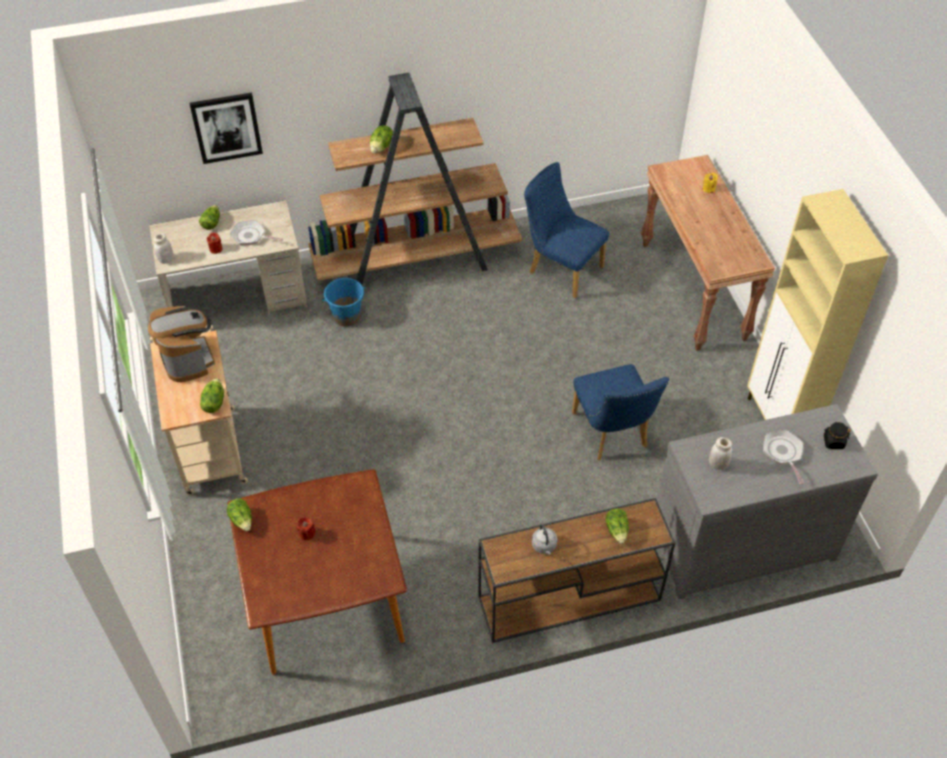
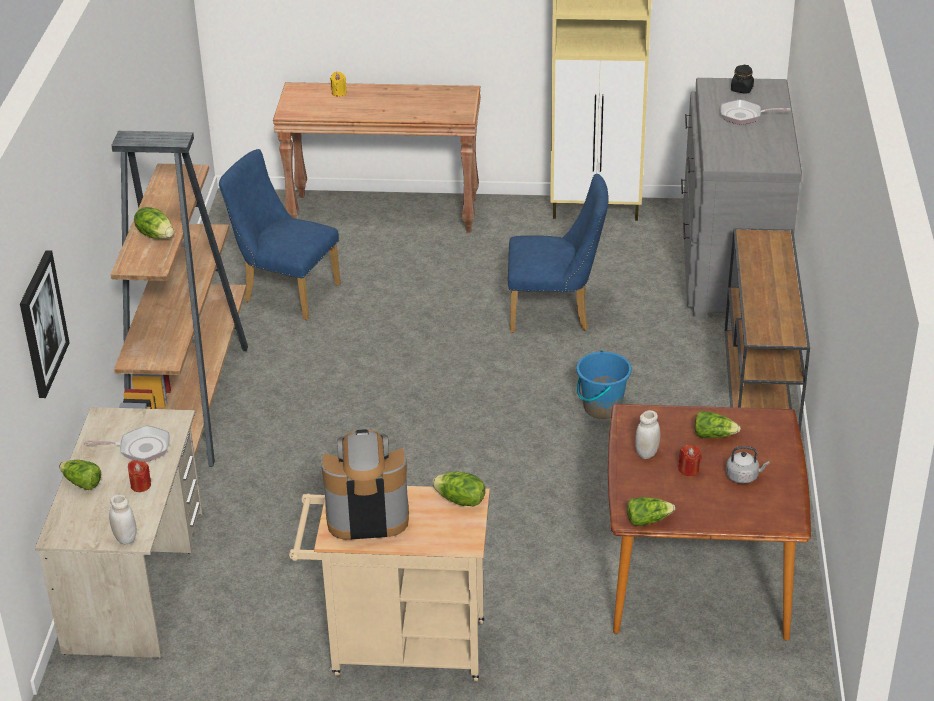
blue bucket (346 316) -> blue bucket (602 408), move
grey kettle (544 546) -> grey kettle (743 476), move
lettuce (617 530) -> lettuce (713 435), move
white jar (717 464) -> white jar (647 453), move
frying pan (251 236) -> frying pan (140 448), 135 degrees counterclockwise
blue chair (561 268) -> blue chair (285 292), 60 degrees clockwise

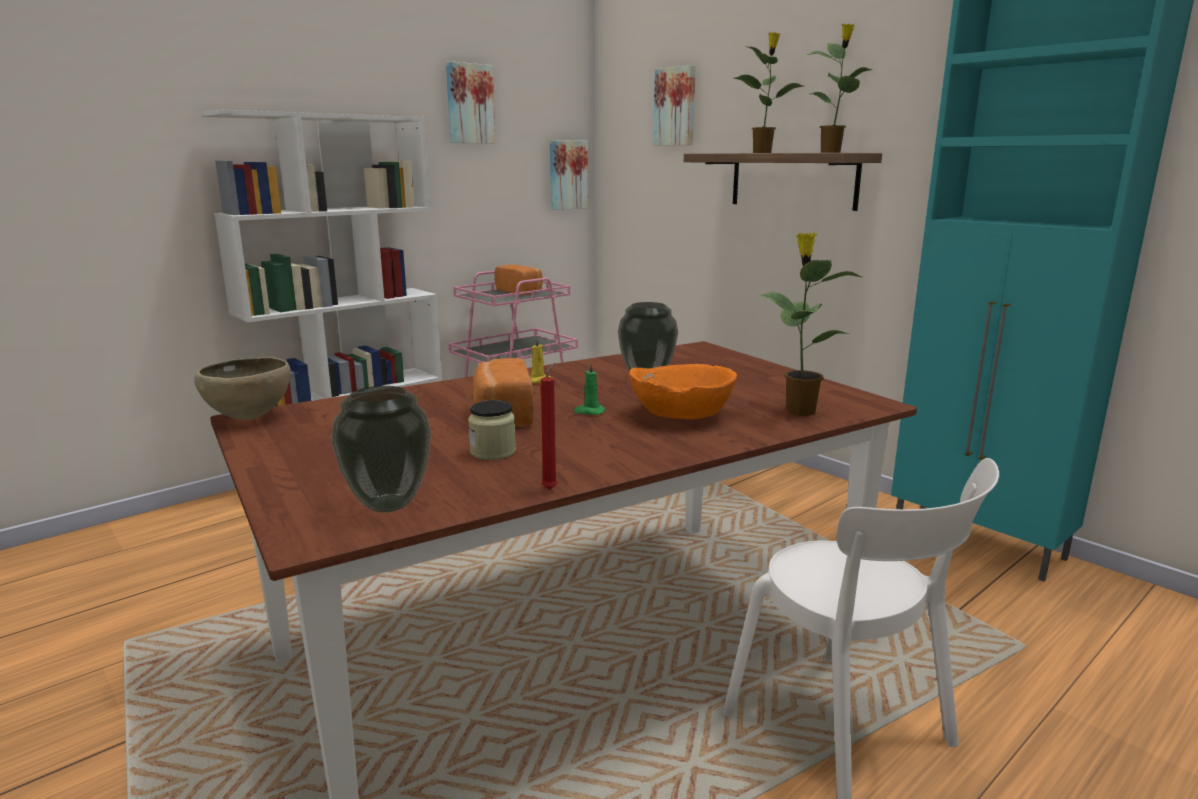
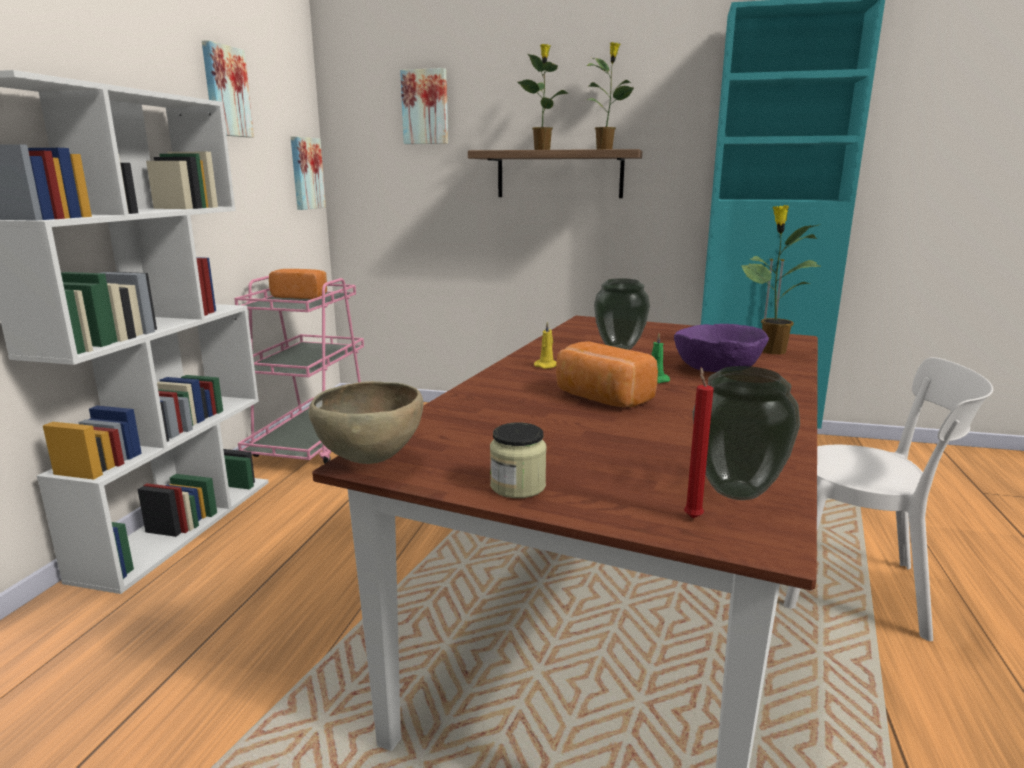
jar (493 452) -> jar (518 486), move
red candle (551 488) -> red candle (692 516), move
orange bowl (681 414) -> purple bowl (716 368)

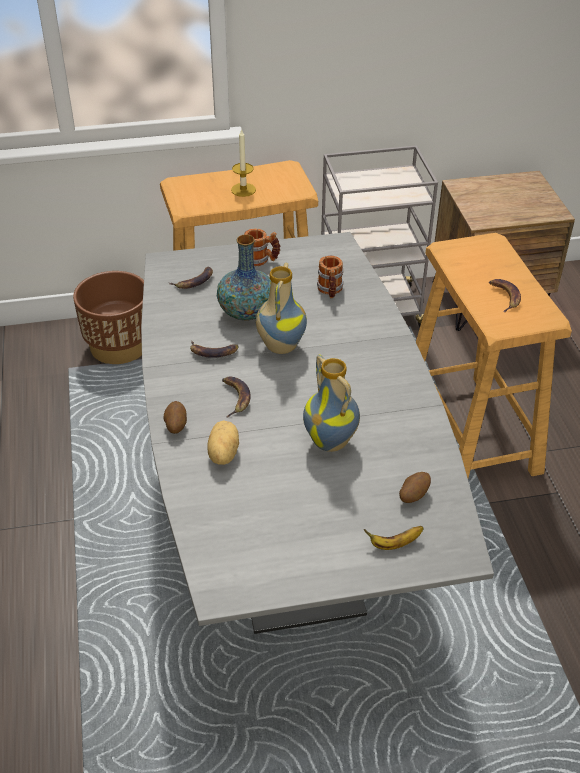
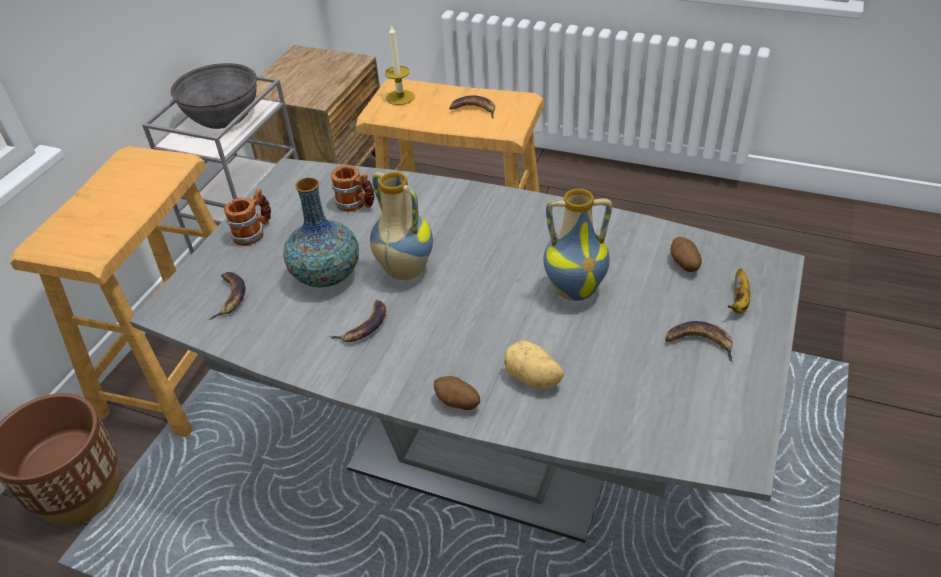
none -> grey bowl (224 117)
banana (235 397) -> banana (699 343), move
candle (243 190) -> candle (400 97), move

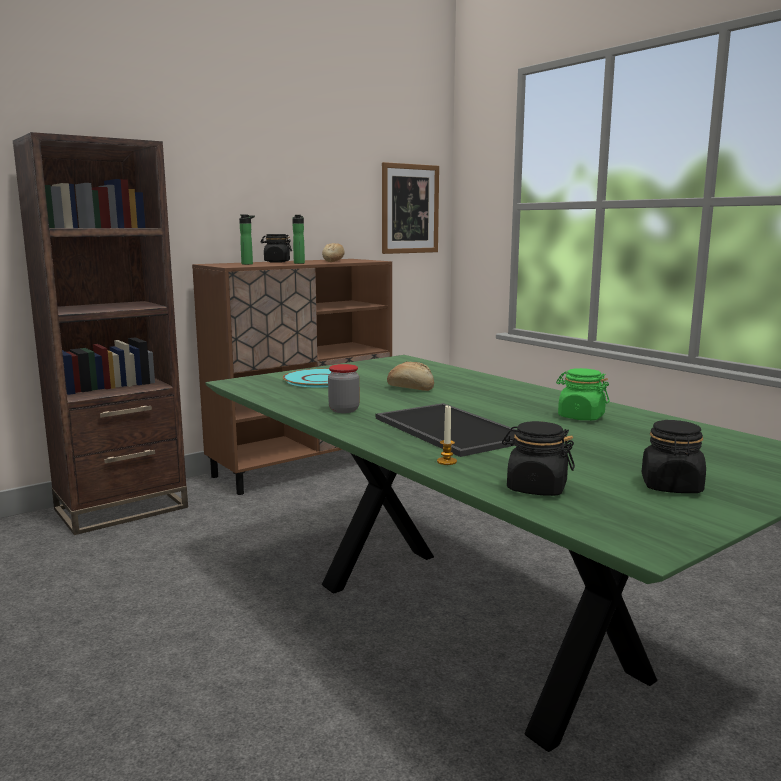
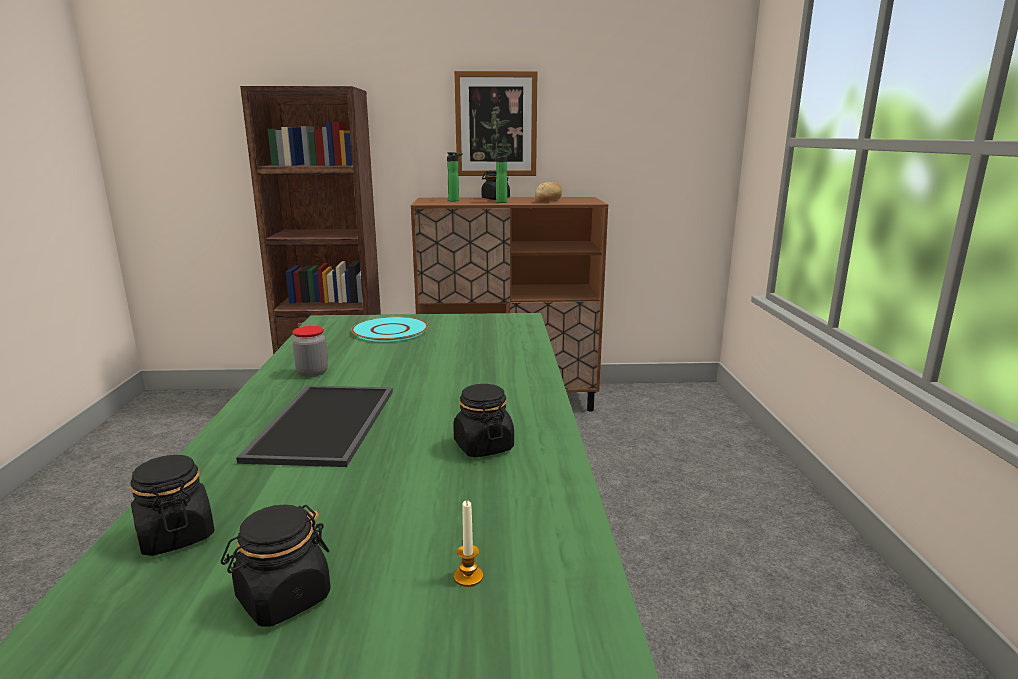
bread (410 388) -> none
picture (410 209) -> picture (496 124), move
candle (446 461) -> candle (468 576), move
green jar (580 417) -> black jar (483 446)

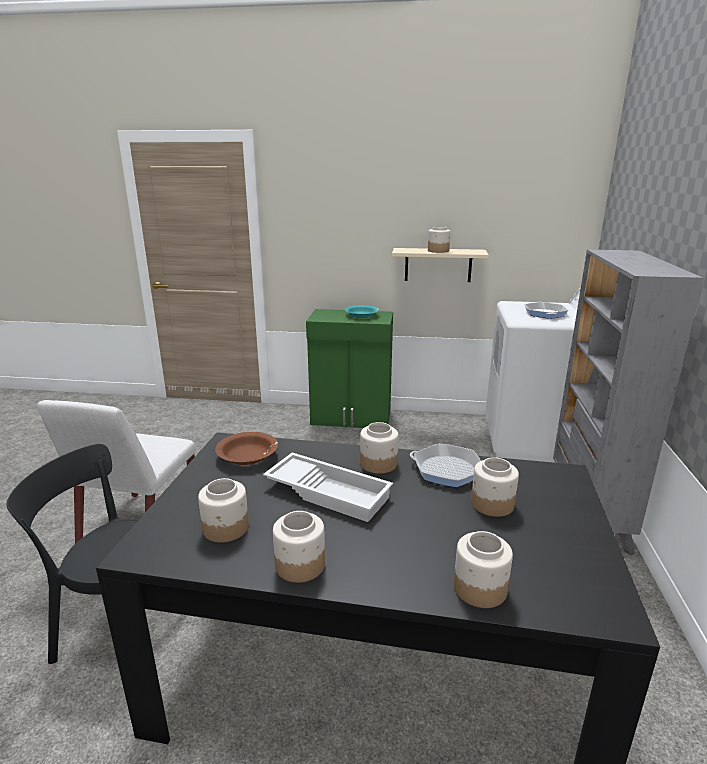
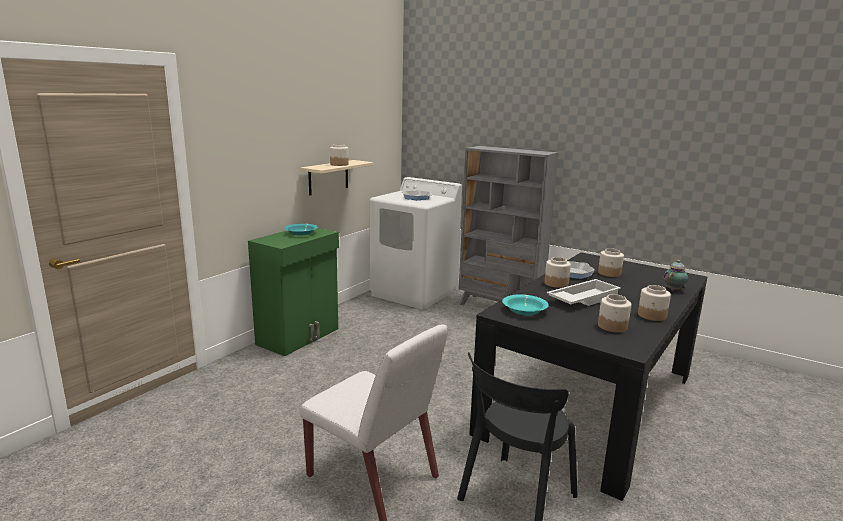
jar (479 588) -> teapot (674 290)
brown bowl (247 456) -> turquoise bowl (524 310)

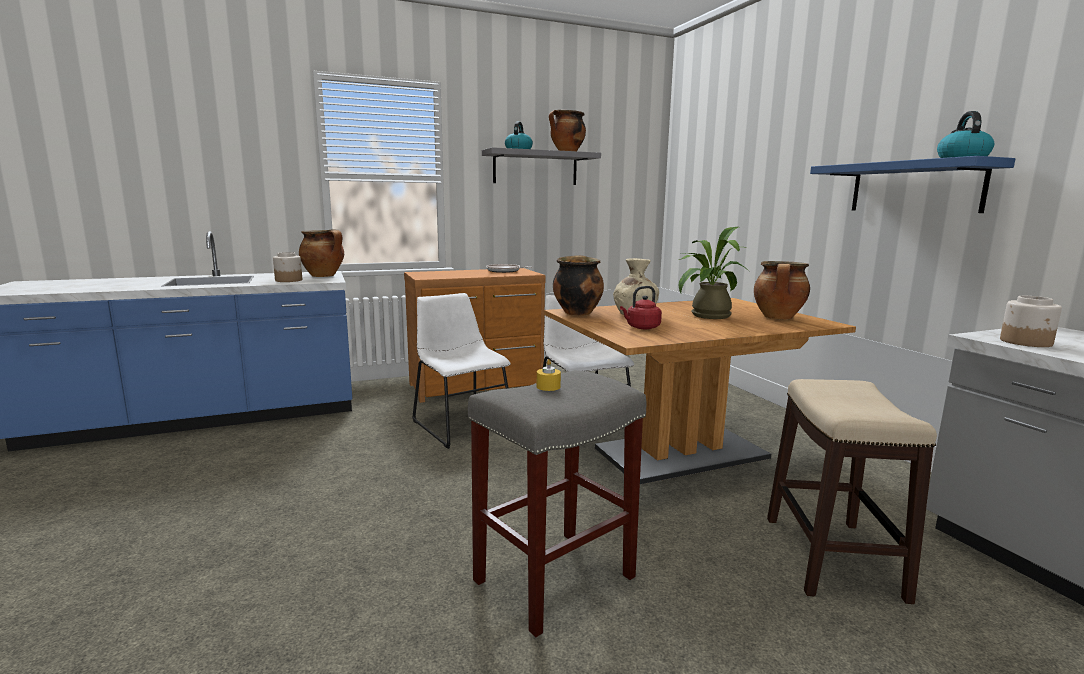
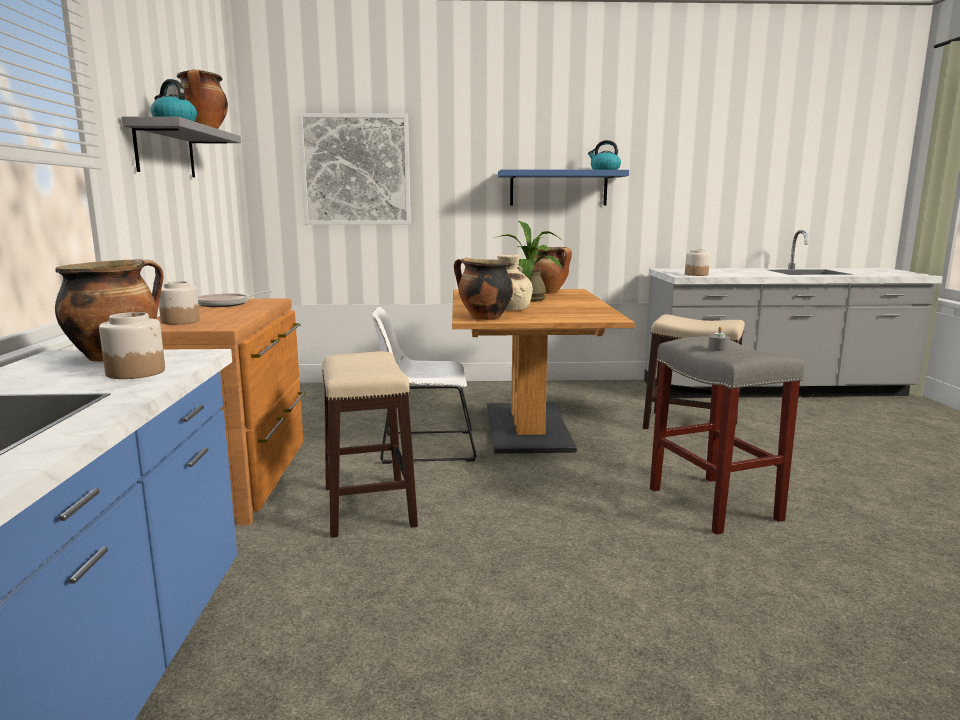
red kettle (641 327) -> none
none -> jar (180 321)
none -> picture (356 170)
white chair (461 424) -> stool (368 505)
yellow candle (548 387) -> grey candle (718 349)

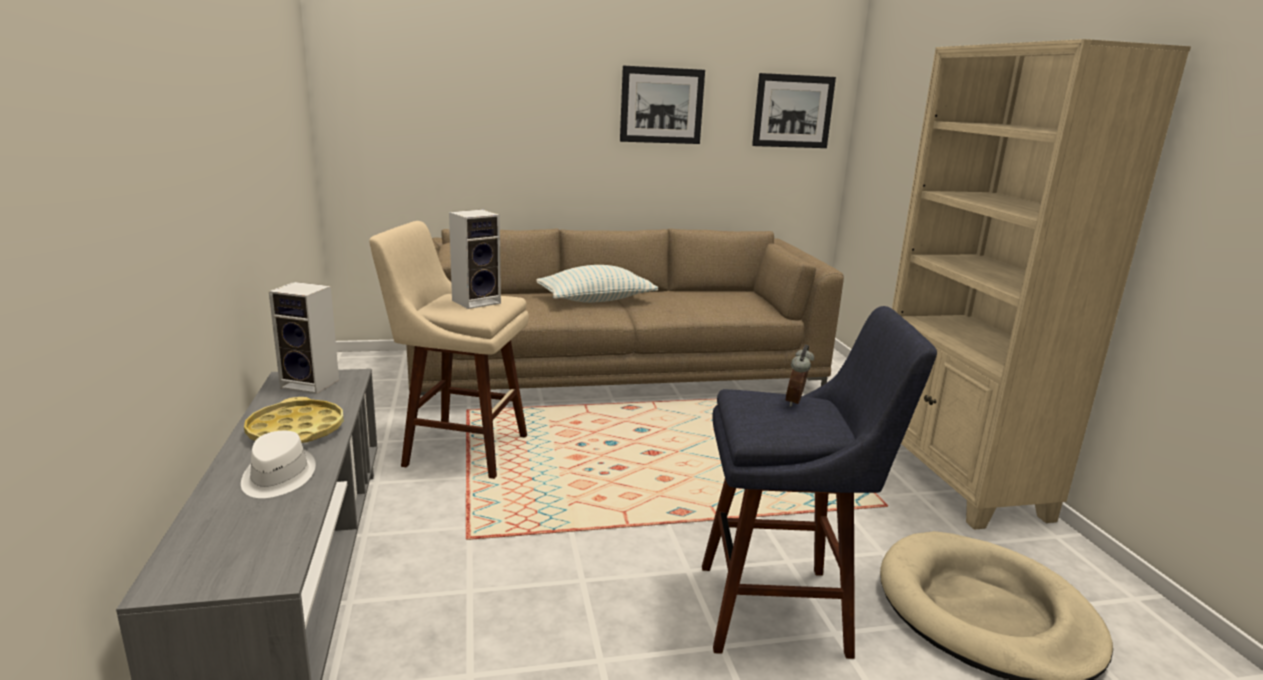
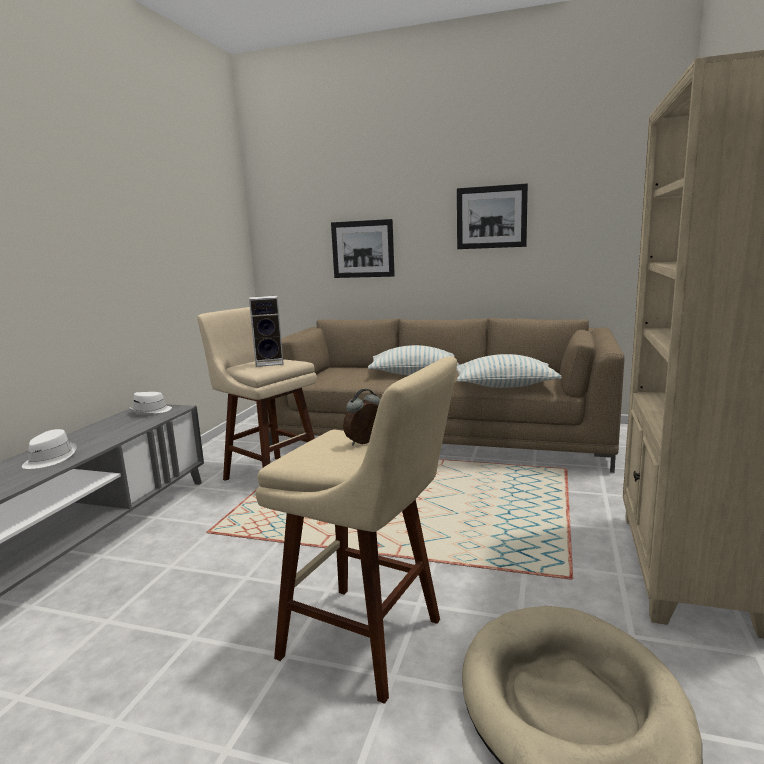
yellow tray (296 430) -> none
none -> pillow (504 386)
picture (793 111) -> picture (362 249), move
speaker (312 384) -> white hat (151 411)
blue stool (784 609) -> beige stool (370 642)

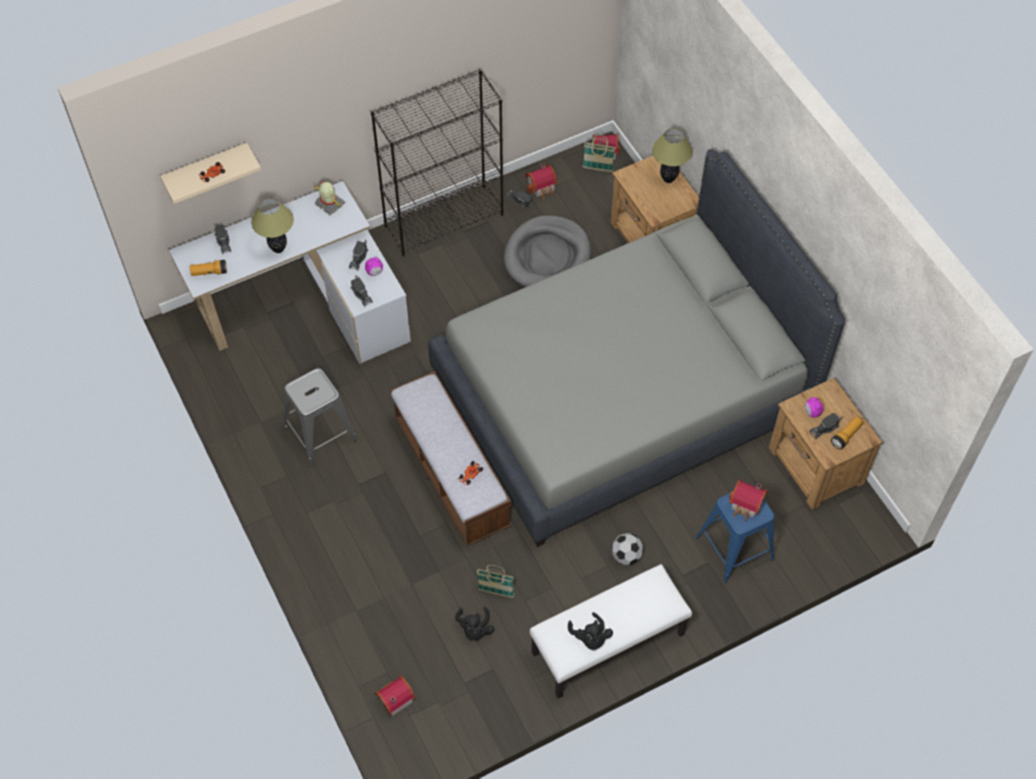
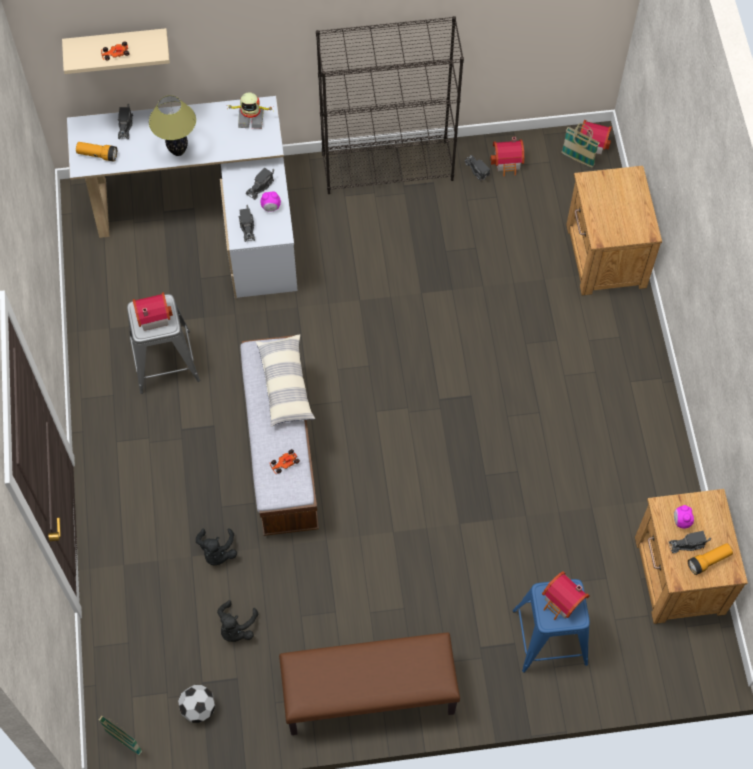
grey bed (622 396) -> none
grey dog bed (547 257) -> none
table lamp (668 179) -> none
none -> pillow (285 385)
toy house (393 699) -> toy house (152 315), move
basket (496 592) -> basket (124 741), move
black plush toy (590 638) -> black plush toy (217 552), move
football (626 555) -> football (198 708), move
white bench (608 645) -> brown bench (368 695)
toy robot (329 204) -> toy robot (251 118), 120 degrees clockwise

